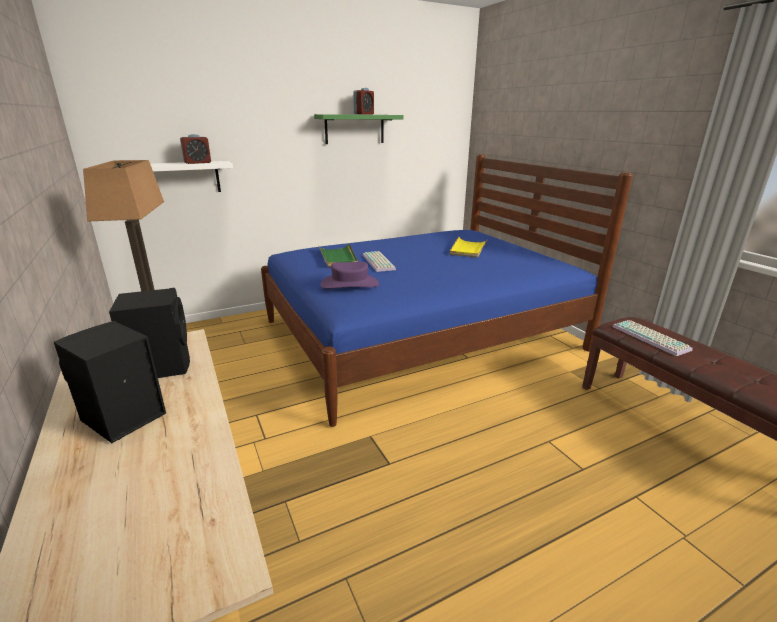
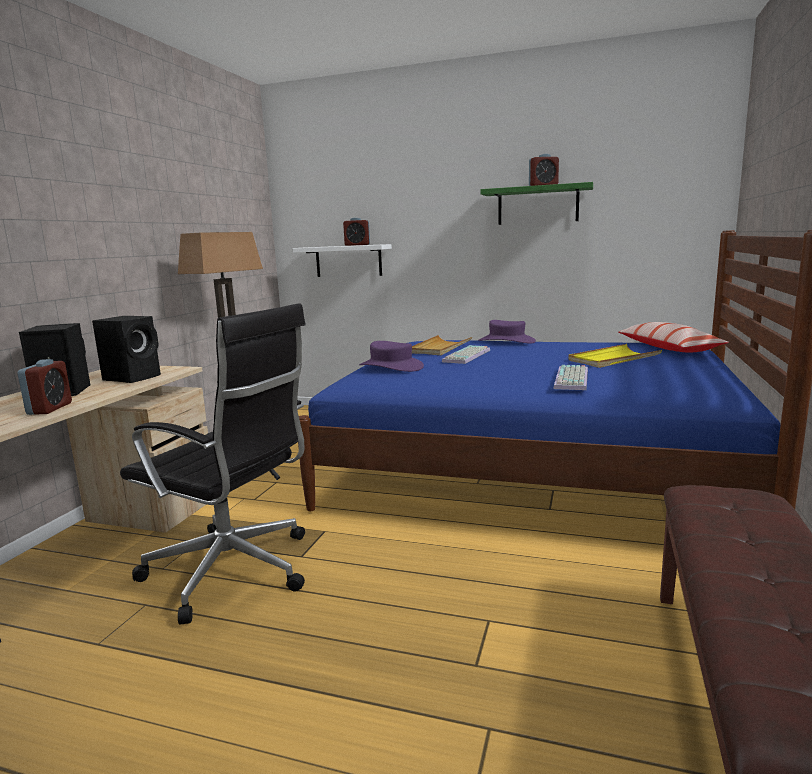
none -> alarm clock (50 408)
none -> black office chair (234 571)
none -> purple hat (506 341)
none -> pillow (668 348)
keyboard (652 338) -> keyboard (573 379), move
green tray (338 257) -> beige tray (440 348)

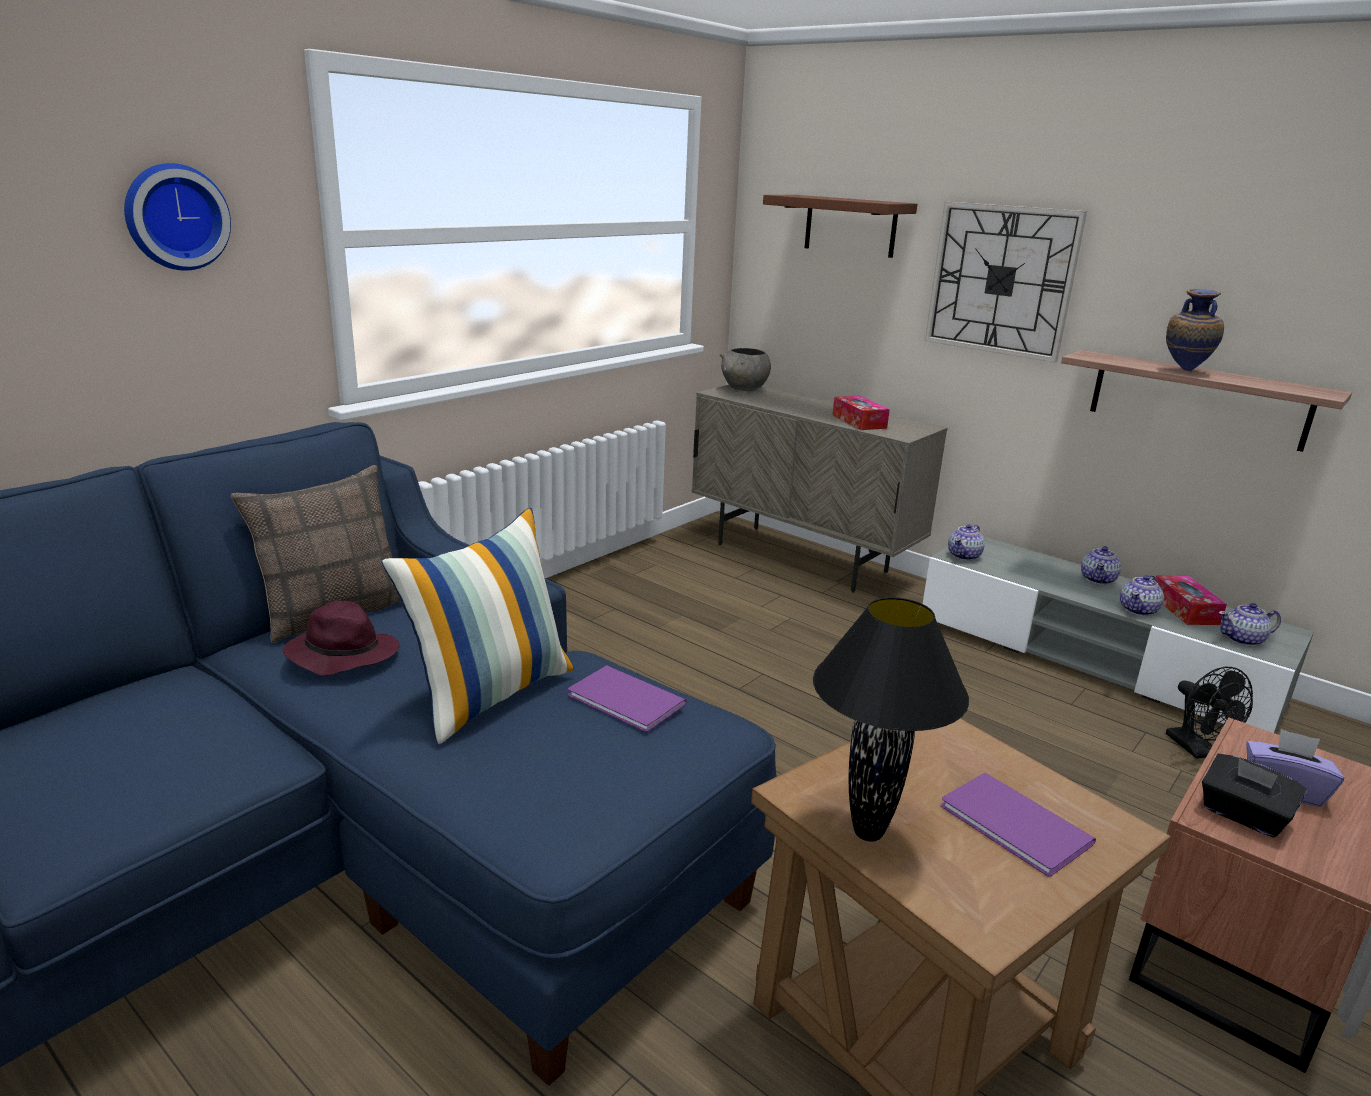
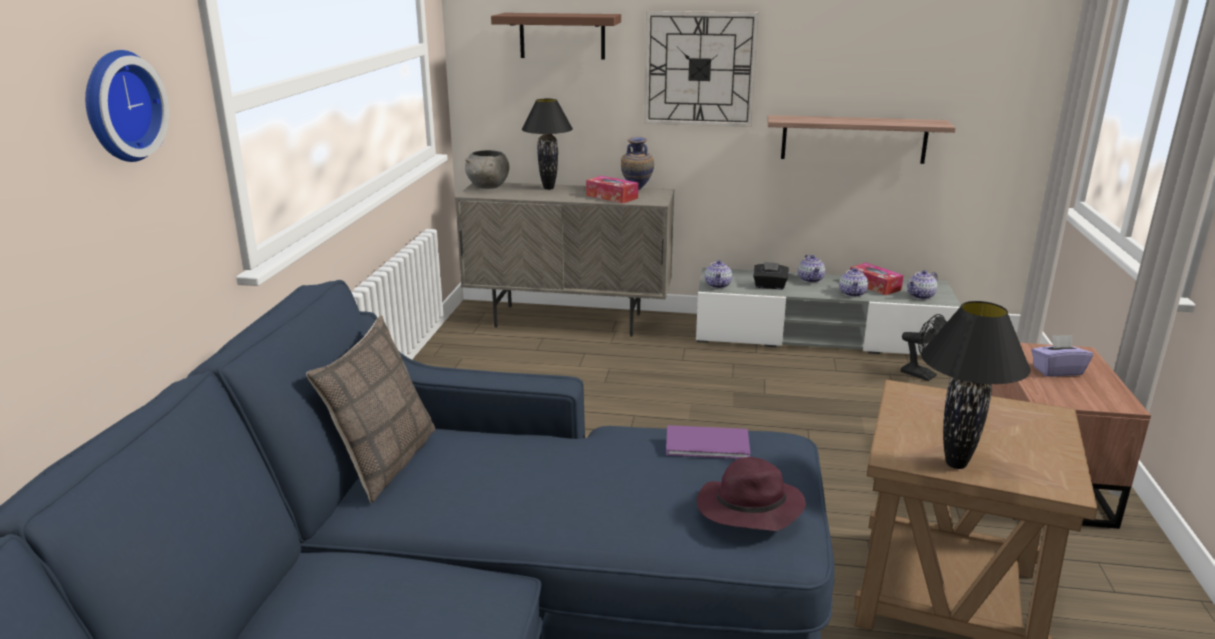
pillow (491 693) -> none
purple book (1015 828) -> none
none -> black table lamp (549 188)
purple hat (341 654) -> purple hat (748 509), move
vase (1183 371) -> vase (636 190), move
black tissue box (1243 815) -> black tissue box (769 286), move

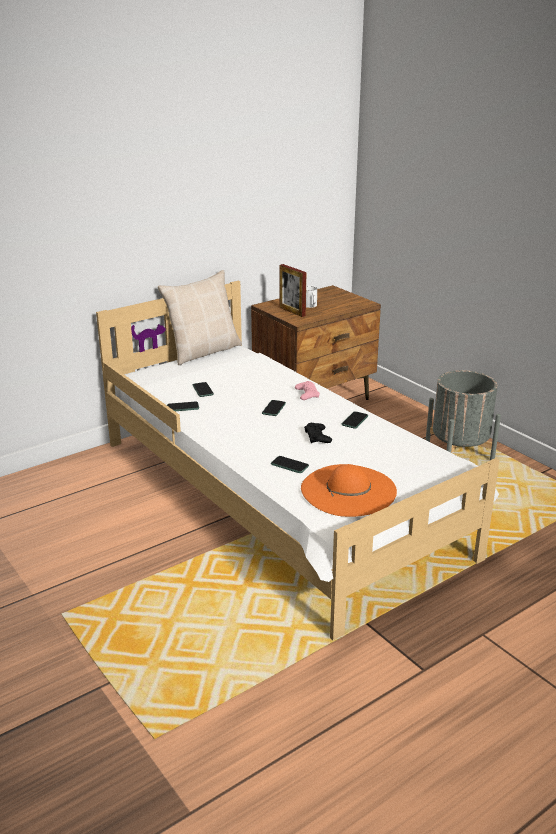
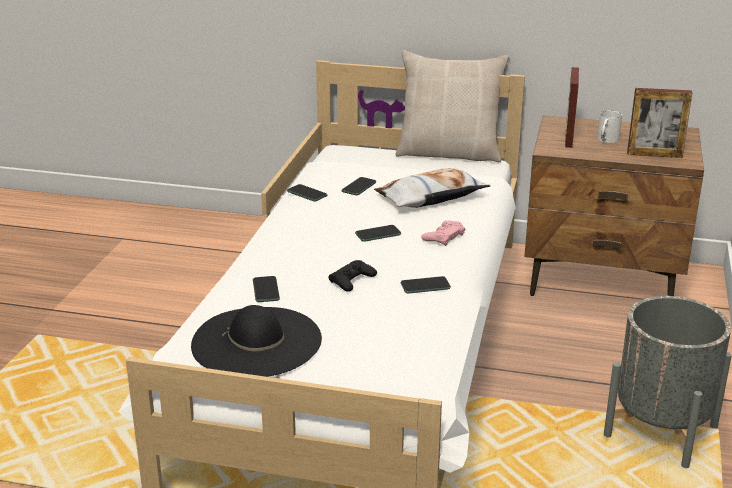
none -> pillow (431 197)
none -> picture frame (654 155)
orange hat (348 490) -> black hat (257 342)

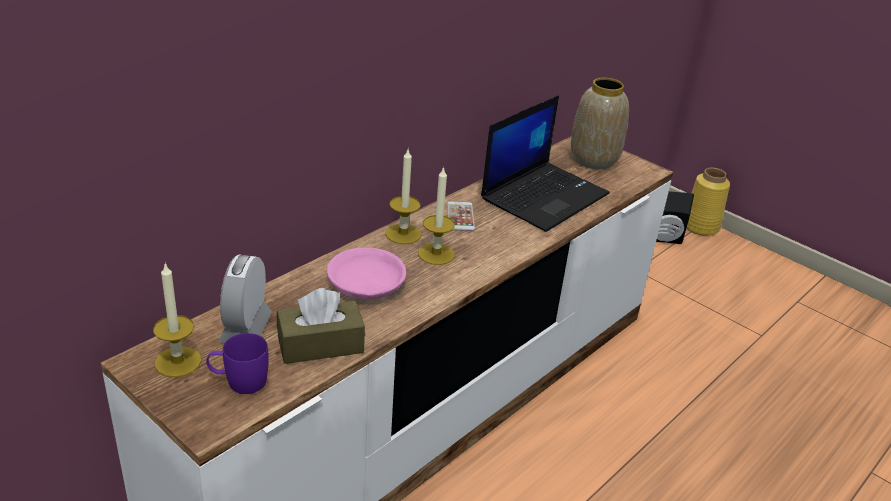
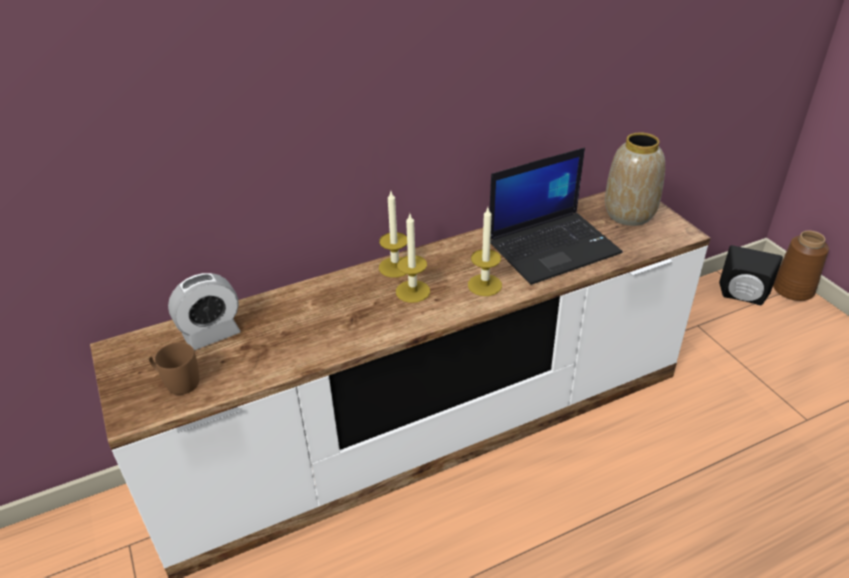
brown tissue box (320 345) -> none
pink bowl (366 285) -> none
phone (460 217) -> none
candle (178 362) -> candle (484 285), move
purple mug (239 381) -> brown mug (177 382)
yellow vase (700 226) -> brown vase (793 289)
alarm clock (246 328) -> alarm clock (211 334), 150 degrees counterclockwise

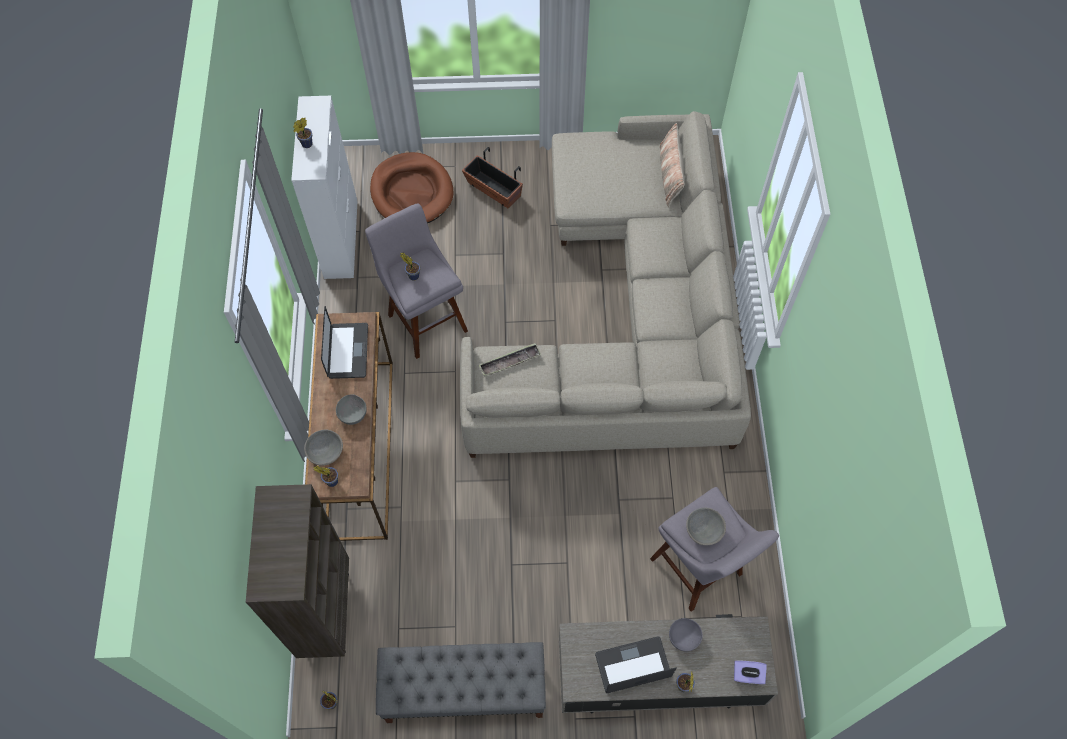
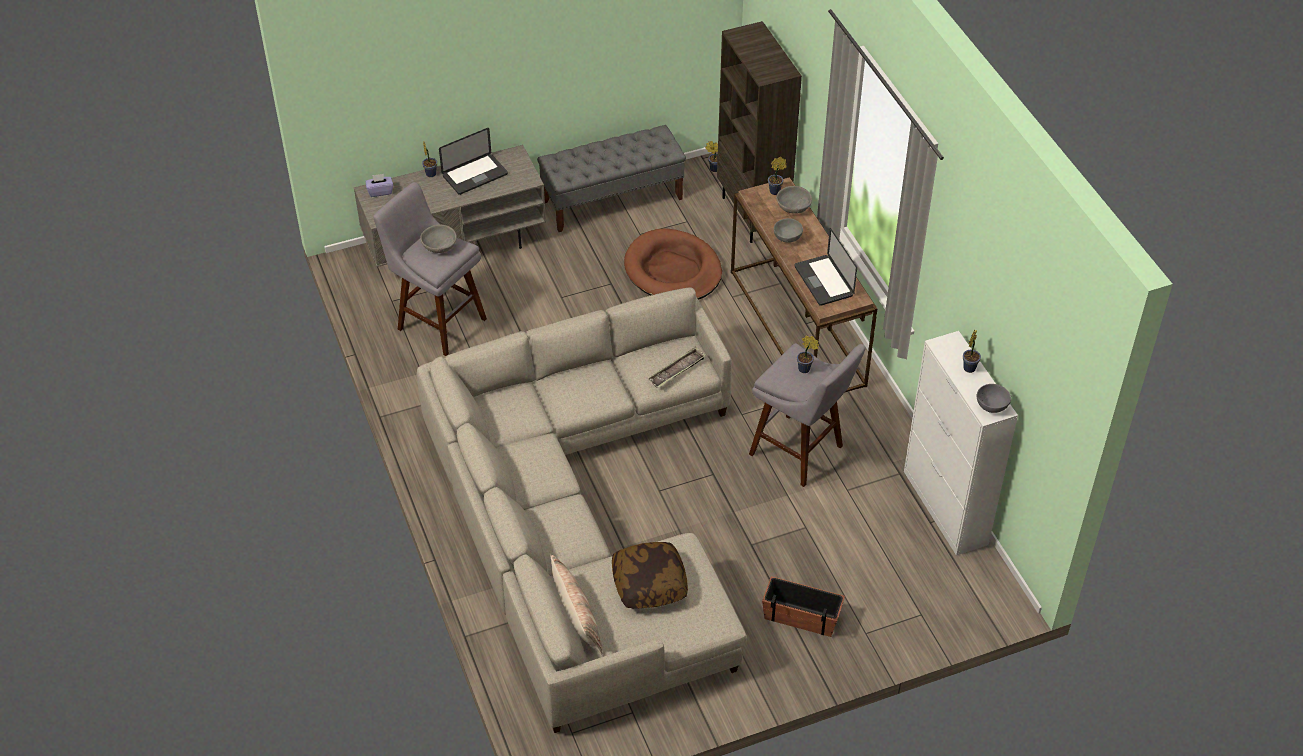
none -> pillow (649 584)
brown dog bed (412 192) -> brown dog bed (673 270), move
grey bowl (684 638) -> grey bowl (990 405), move

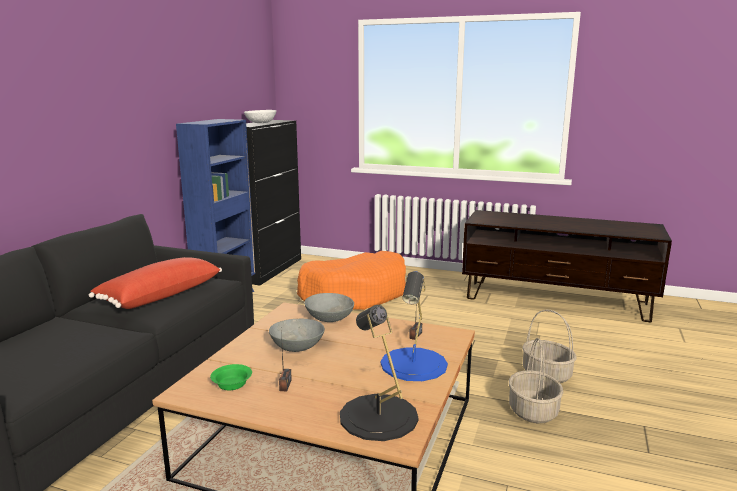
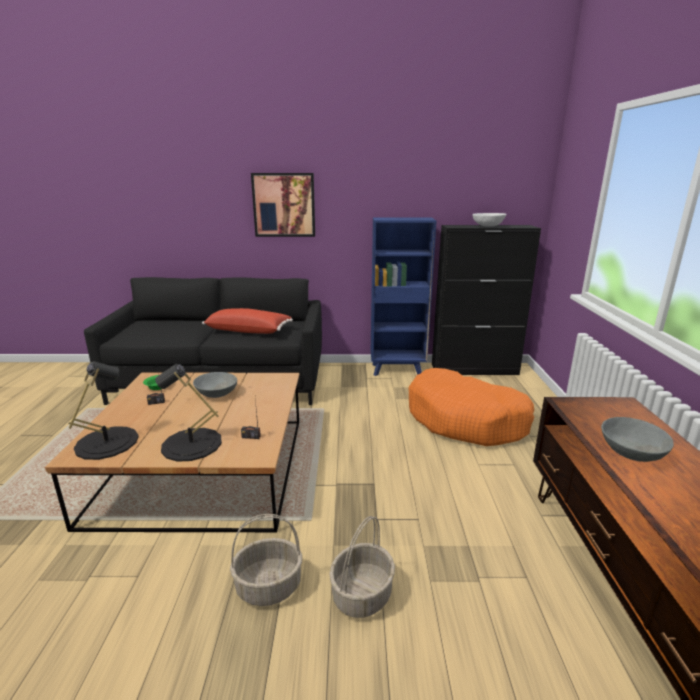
none -> picture (284 205)
grey bowl (328 318) -> grey bowl (630 452), move
blue table lamp (414 364) -> black table lamp (191 444)

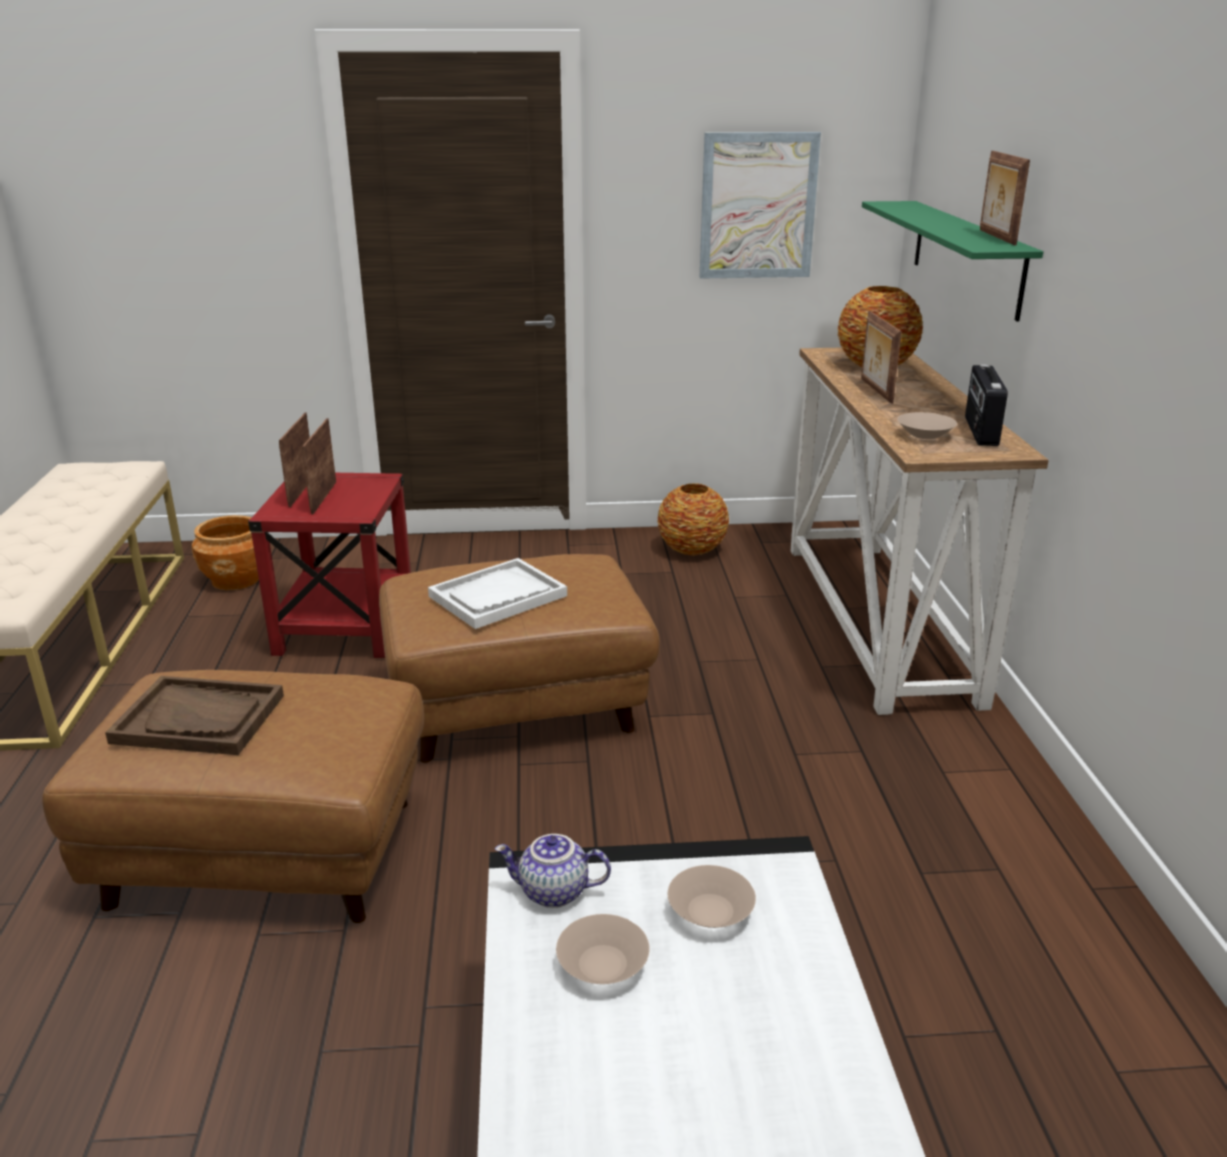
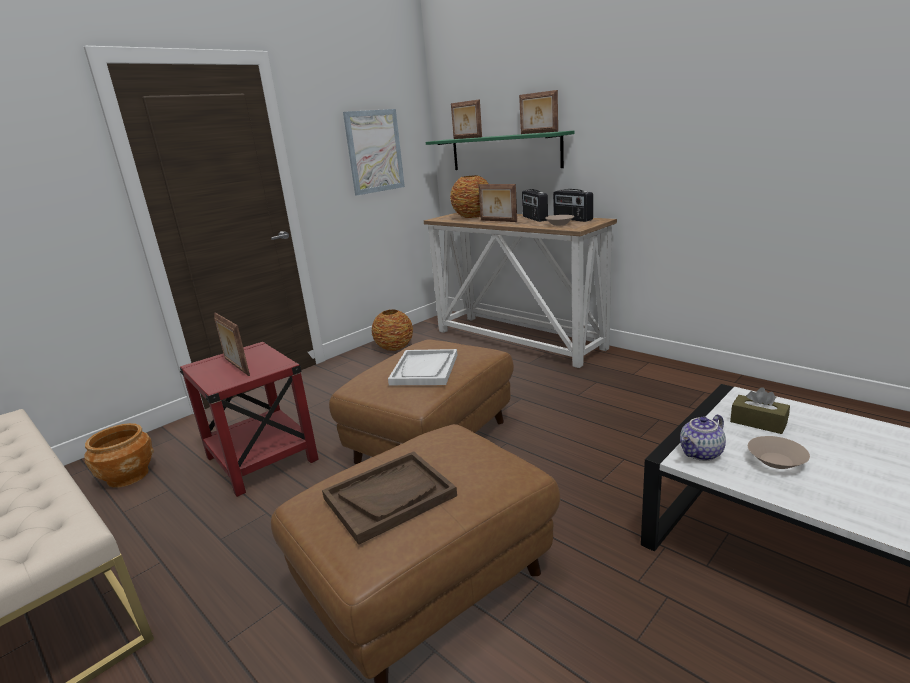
none -> radio (534 218)
picture frame (300 491) -> picture frame (466 138), move
beige bowl (711 913) -> brown tissue box (758 422)

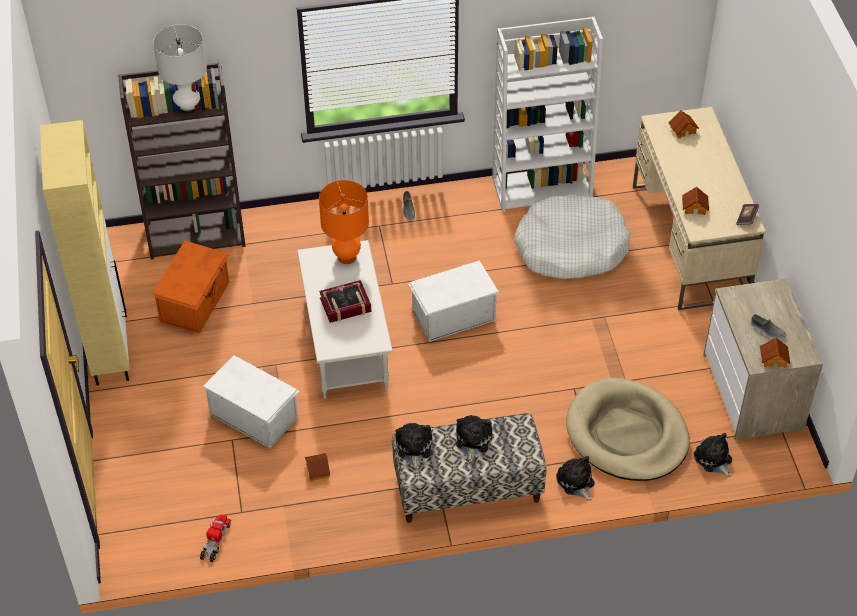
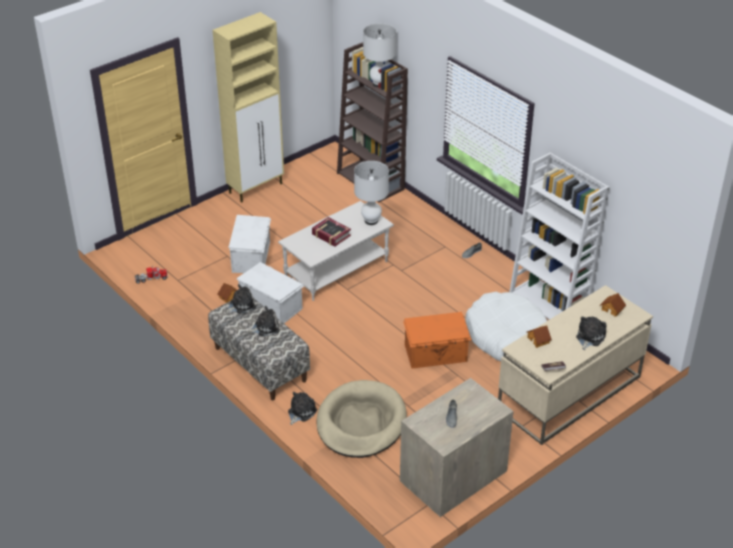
toy house (774 359) -> none
orange storage box (196 301) -> orange storage box (436 354), move
white storage box (452 315) -> white storage box (271 305), move
plush toy (713 460) -> plush toy (589 337), move
orange table lamp (347 257) -> white table lamp (371 221)

